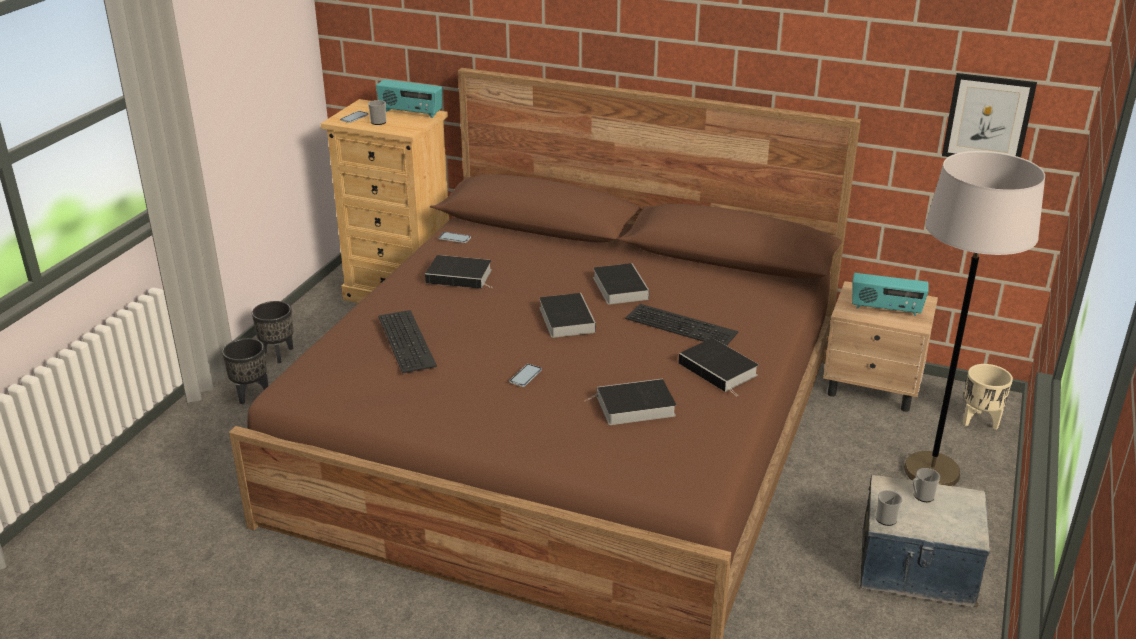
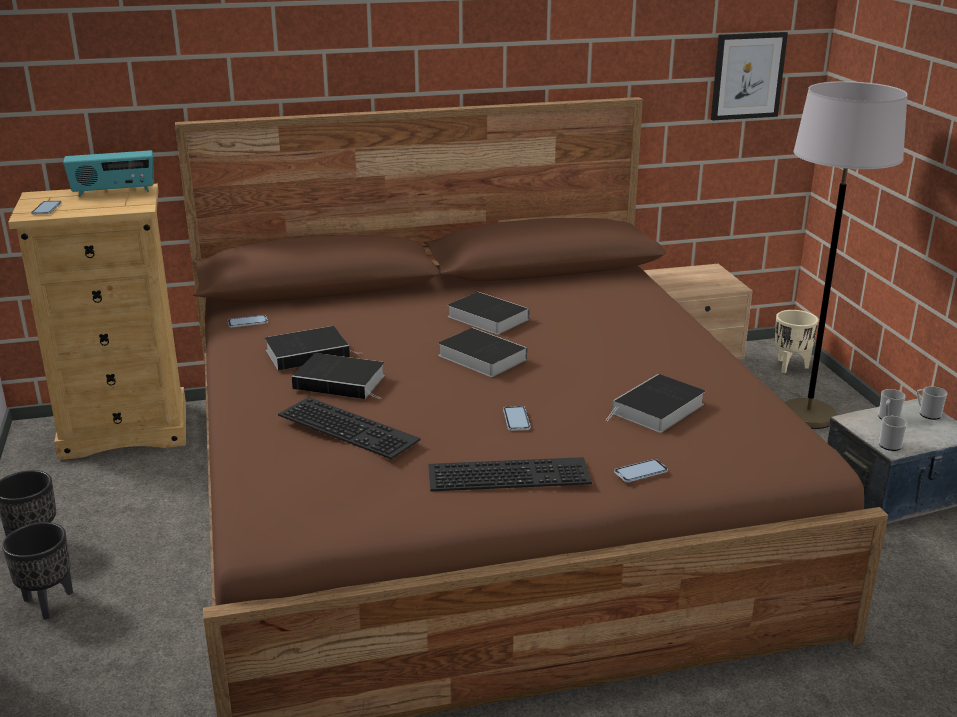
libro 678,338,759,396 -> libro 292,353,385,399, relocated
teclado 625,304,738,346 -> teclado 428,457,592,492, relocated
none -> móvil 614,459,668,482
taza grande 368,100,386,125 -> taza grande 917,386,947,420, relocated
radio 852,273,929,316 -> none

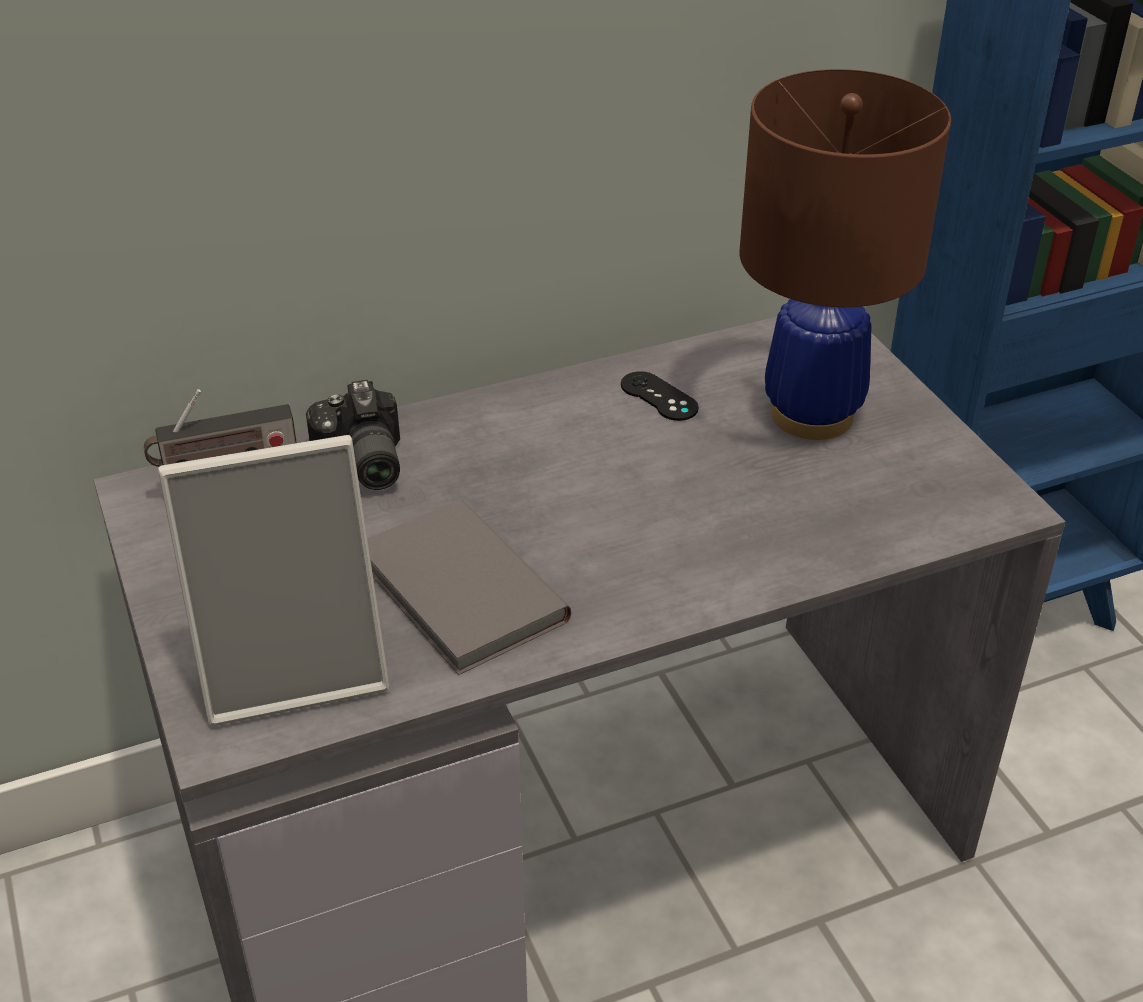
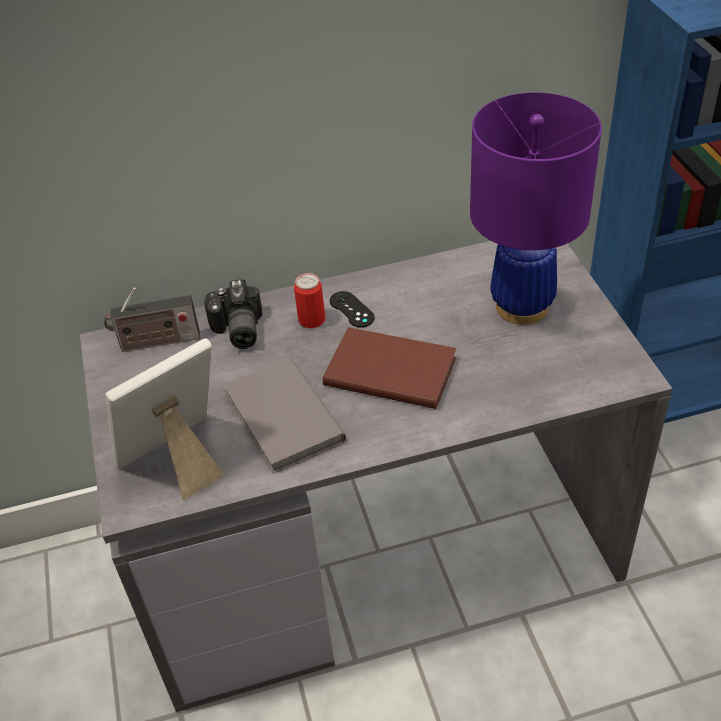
portarretratos 158,435,389,726 -> portarretratos 105,338,224,501, 150 degrees clockwise
none -> lata 294,273,325,328
none -> libro (marrón) 323,327,457,409
mando de consola (negro) 621,371,699,421 -> mando de consola (negro) 330,291,375,328, relocated
lámpara de mesa (marrón) 739,69,951,440 -> lámpara de mesa (morado) 470,92,602,325

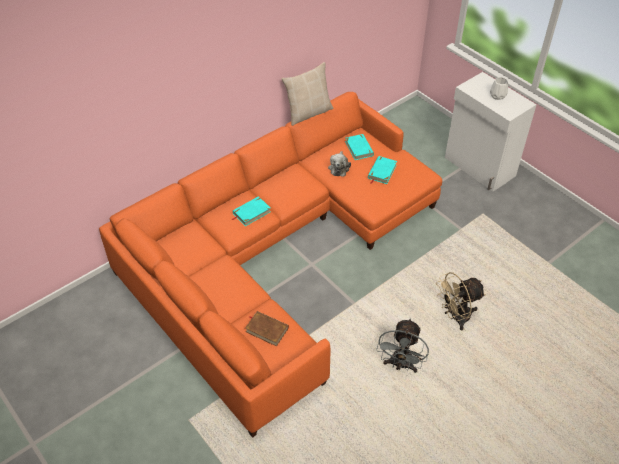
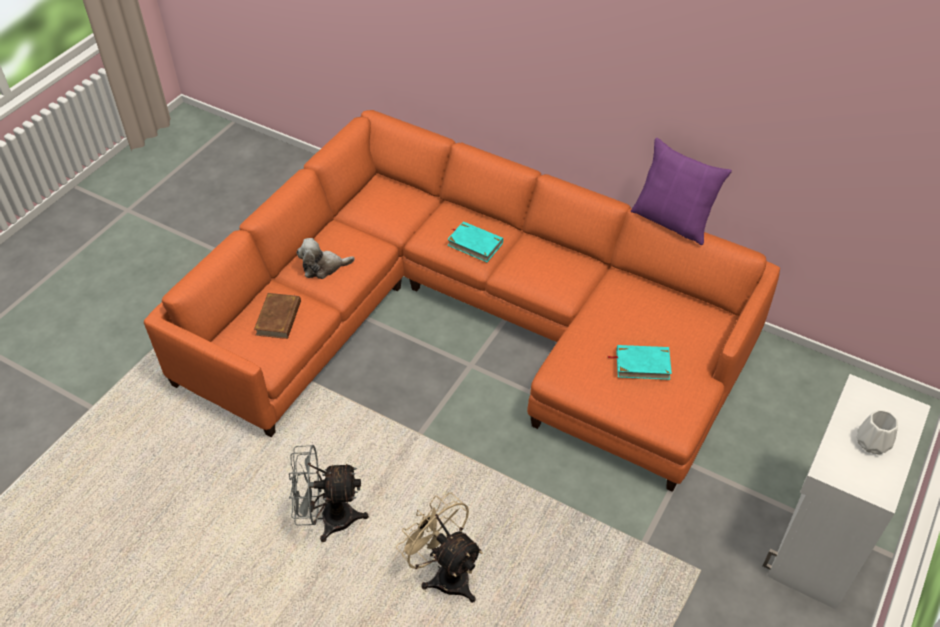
peluche 328,151,351,177 -> peluche 297,238,355,279, relocated
cojín (beis) 282,62,334,126 -> cojín (morado) 631,138,732,245
libro (turquesa) 345,134,374,160 -> none

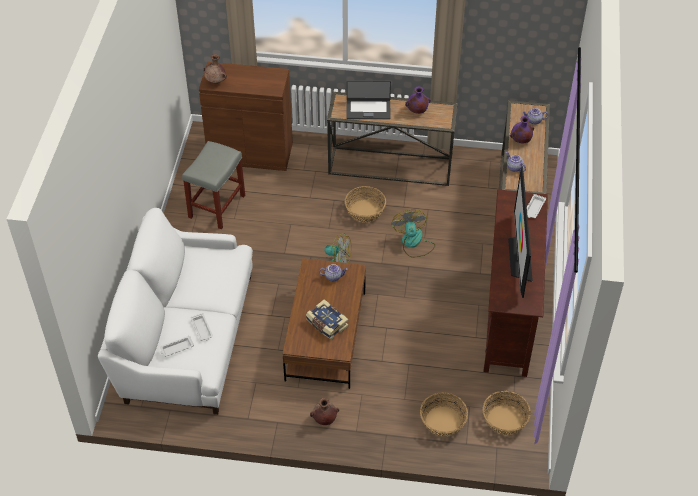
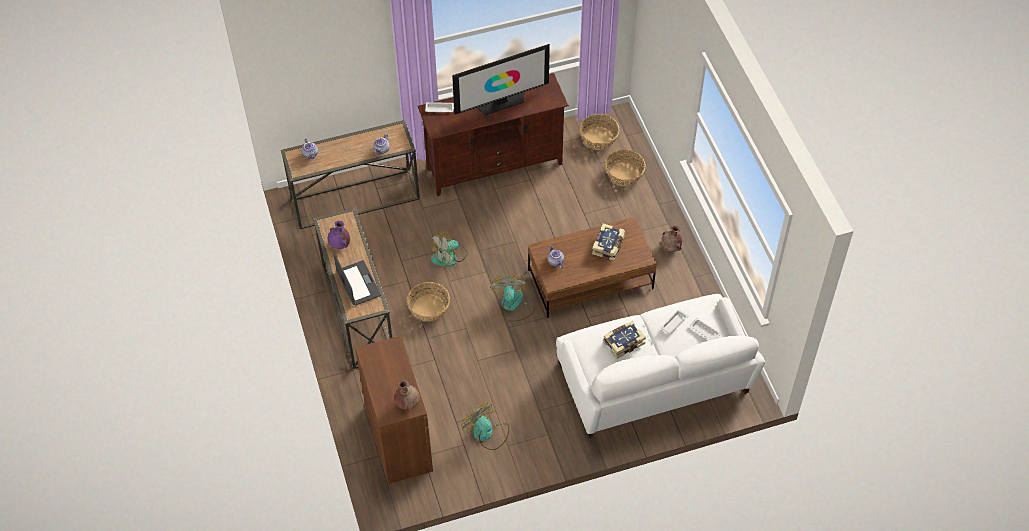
taburete (gris) 182,141,245,229 -> ventilador 461,402,509,450
none -> libro 603,321,646,359
florero (morado) 510,116,534,143 -> none

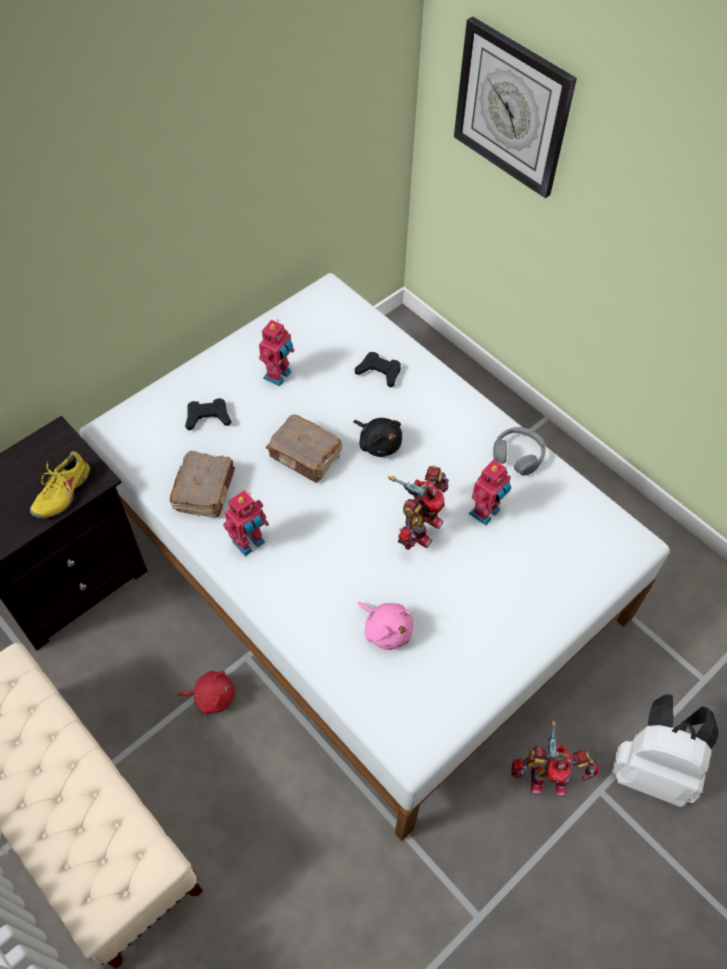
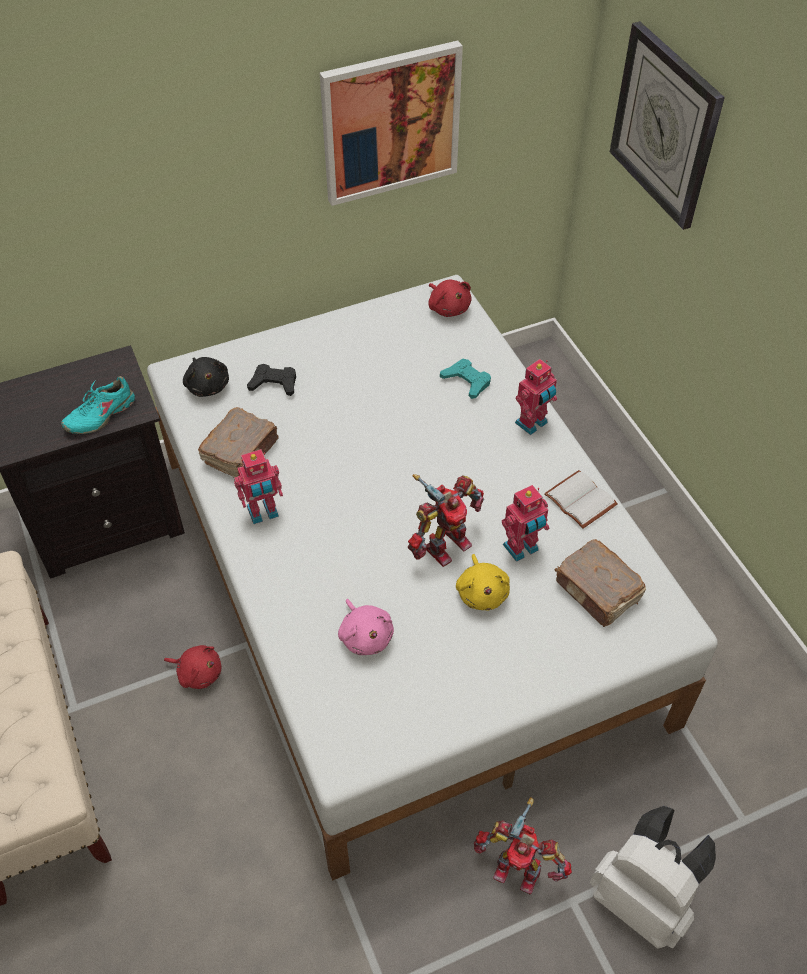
zapato (amarillo) 30,451,90,518 -> zapato (turquesa) 61,376,135,434
peluche (negro) 353,418,402,457 -> peluche (negro) 183,357,229,397, relocated
none -> cuadro 320,41,463,206
none -> peluche (rojo) 428,280,472,317
mando de consola (negro) 355,352,401,388 -> mando de consola (turquesa) 440,359,491,399
none -> peluche (amarillo) 456,554,510,610
robot de juguete 259,319,295,386 -> robot de juguete 515,359,557,435, relocated
auriculares (gris) 493,427,546,476 -> libro (blanco) 544,470,618,529
libro (marrón) 266,414,342,483 -> libro (marrón) 555,539,646,627, relocated

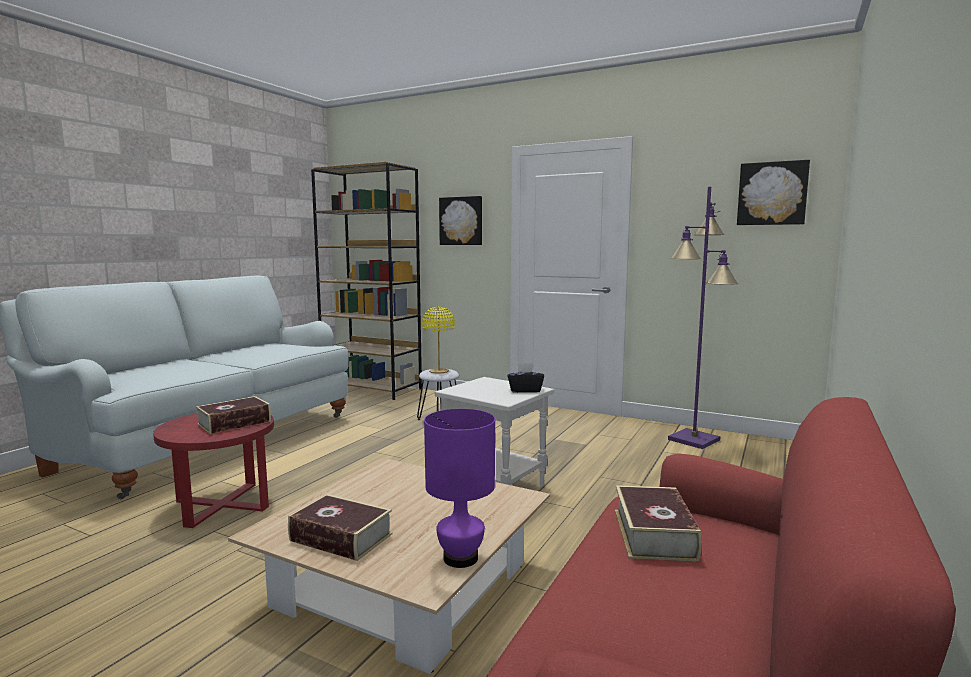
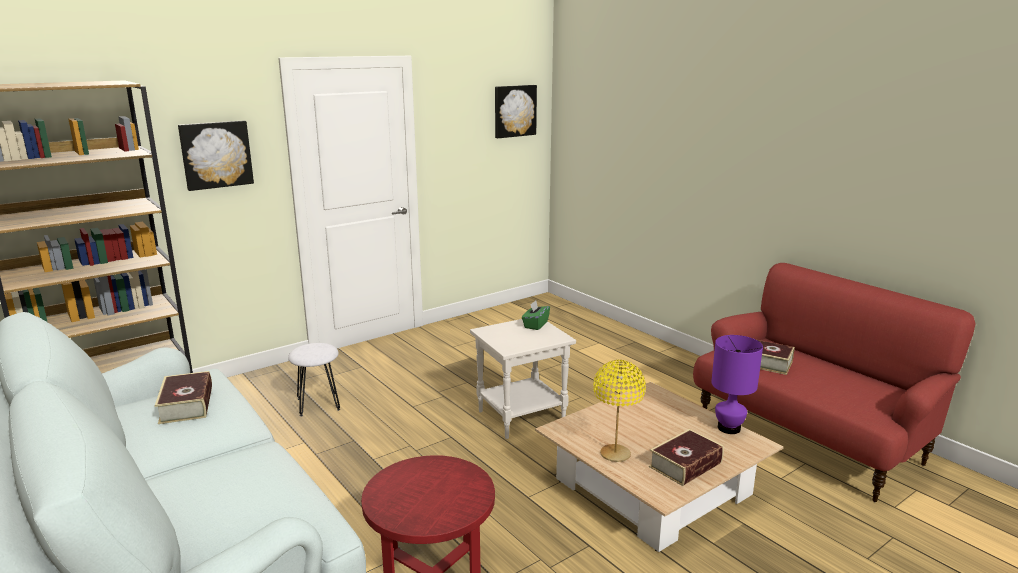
libro 196,396,271,434 -> libro 155,371,212,424, relocated
caja de pañuelos (negro) 507,363,544,393 -> caja de pañuelos (verde) 522,301,550,330
lámpara de mesa (amarillo) 422,306,455,374 -> lámpara de mesa (amarillo) 593,360,646,462, relocated
lámpara de pie (morado) 668,187,738,449 -> none

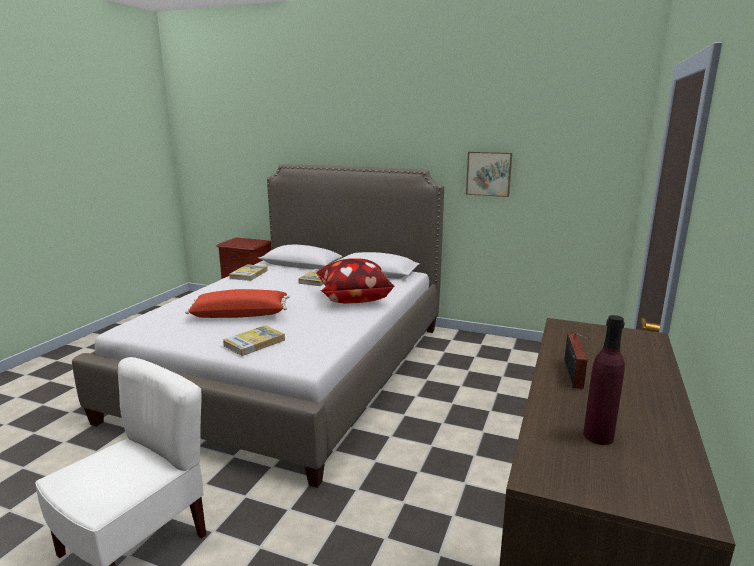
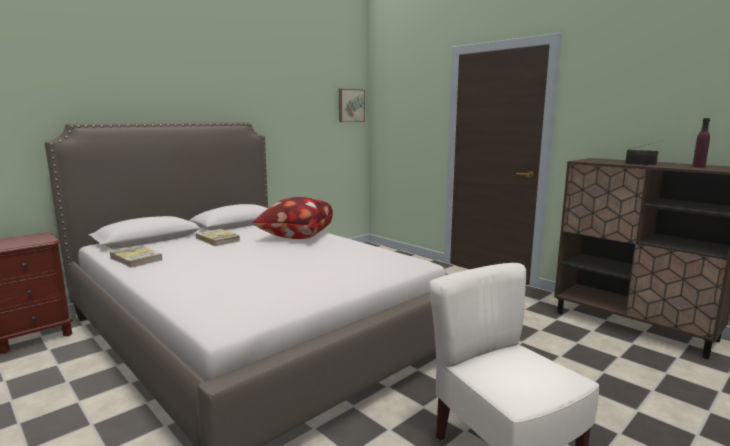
cuadro 466,151,512,197 -> cuadro 339,89,365,122, relocated
cojín (rojo) 185,289,290,318 -> none
libro 223,325,285,356 -> none

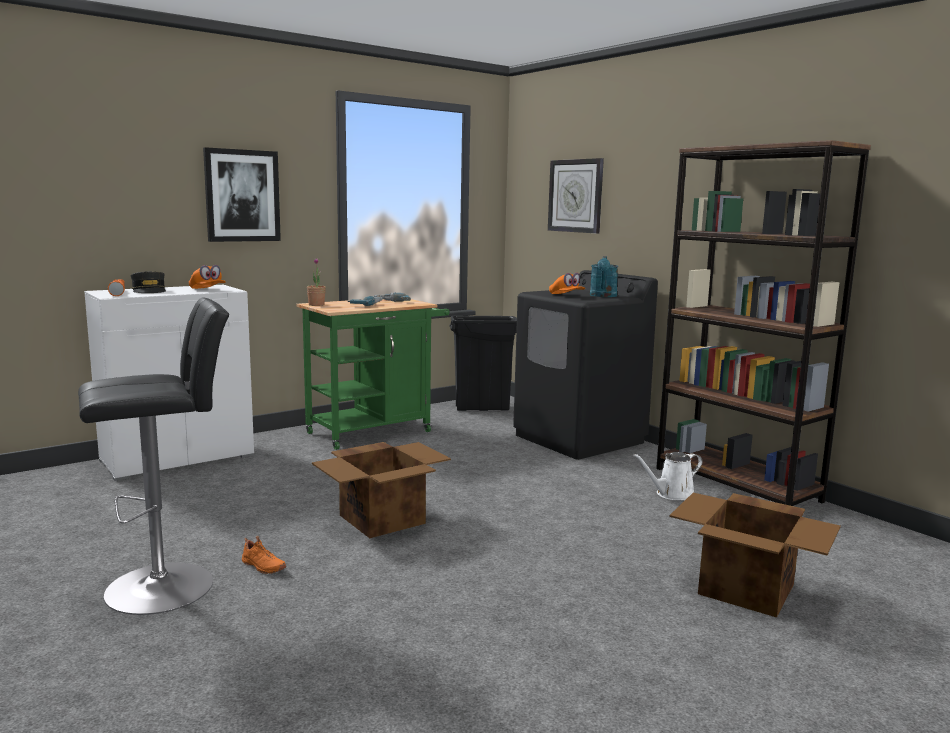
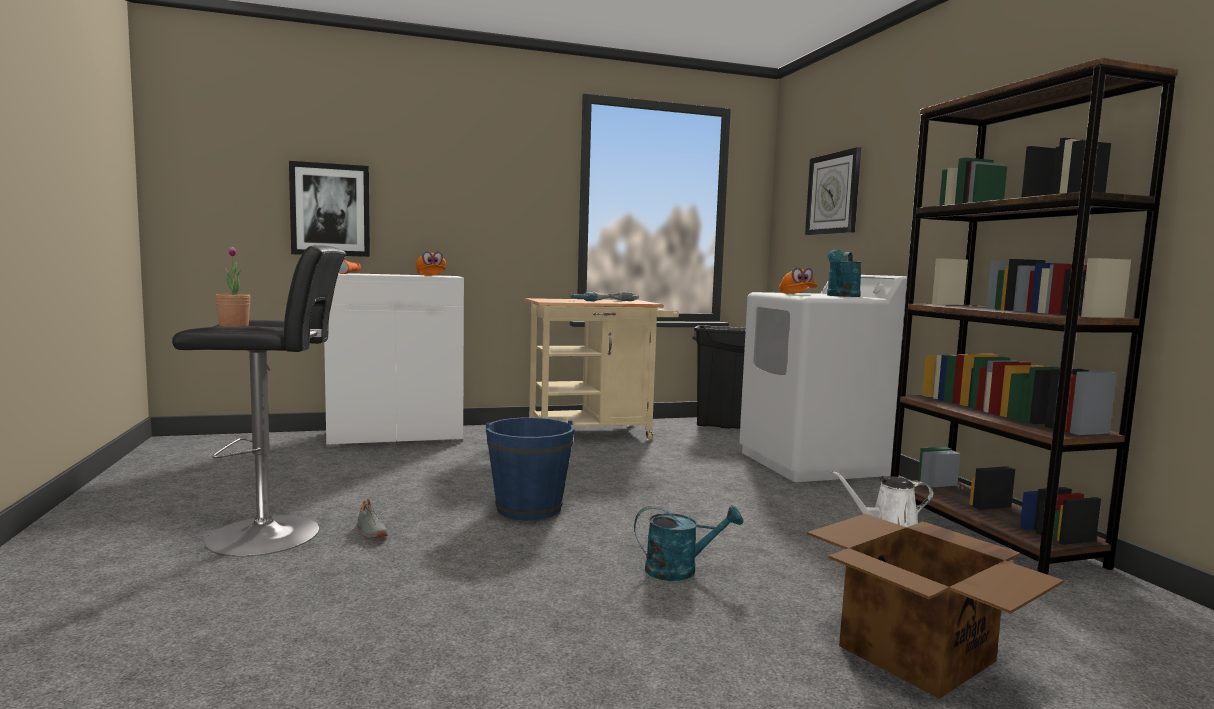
planta en maceta 307,258,326,306 -> planta en maceta 215,247,251,327, relocated
cuadro 203,147,281,242 -> cuadro 289,161,370,257, relocated
zapato (naranja) 242,536,286,574 -> zapato (gris) 357,498,388,539
caja de cartón 312,442,451,538 -> cubo (azul) 486,417,575,520
carrito (verde) 296,299,449,450 -> carrito (beis) 525,298,679,440
none -> regadera (turquesa) 634,505,743,581
lavadora (negro) 513,270,658,460 -> lavadora (blanco) 739,275,907,482
gorra (gris) 131,271,166,293 -> none

